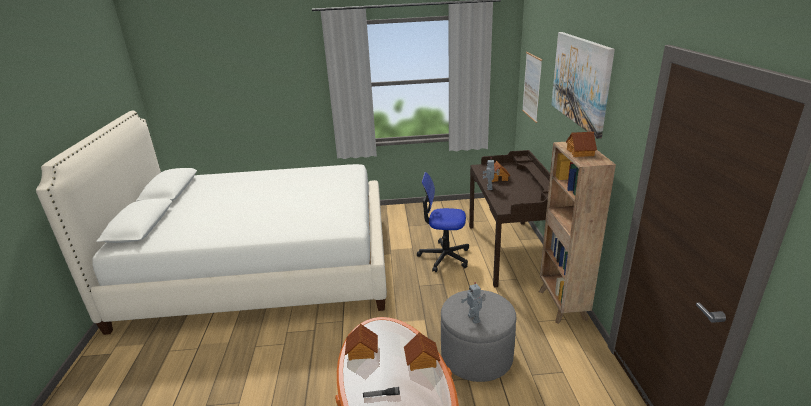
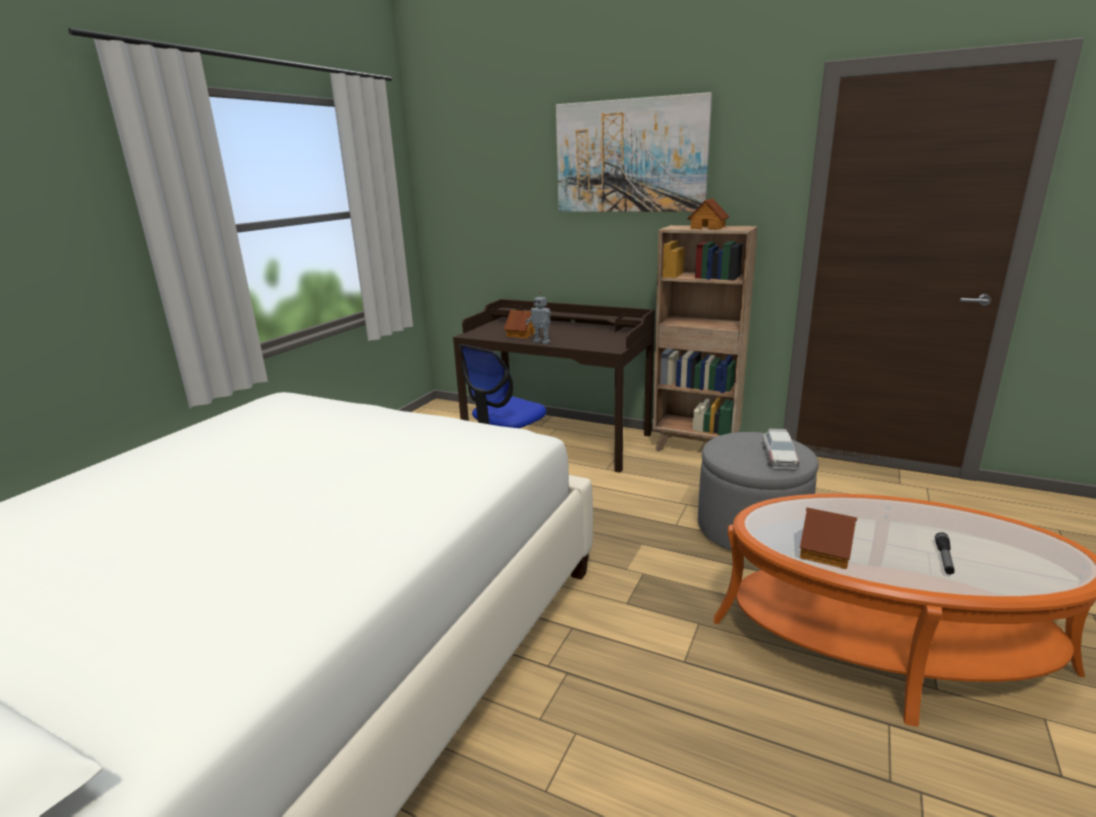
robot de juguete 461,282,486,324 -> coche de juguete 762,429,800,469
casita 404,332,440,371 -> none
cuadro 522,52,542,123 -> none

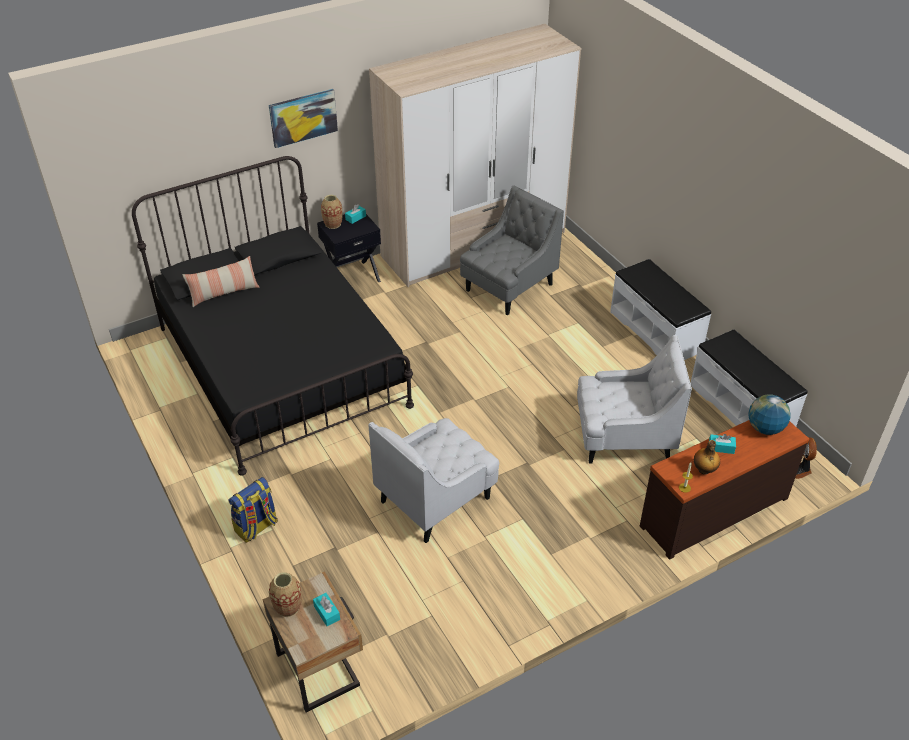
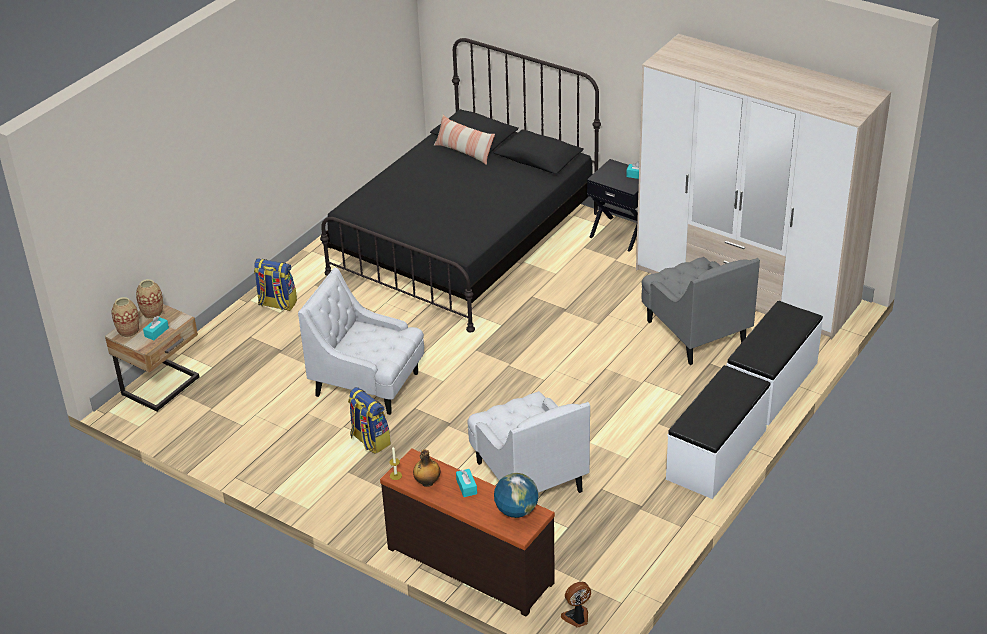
florero 321,195,343,229 -> florero 112,297,139,338, relocated
none -> mochila 348,387,391,454
sillón (gris) 460,185,564,315 -> sillón (gris) 642,257,760,365, 45 degrees clockwise
banco (blanco) 691,329,808,426 -> banco (blanco) 727,301,823,425, relocated
cuadro 269,89,338,148 -> none

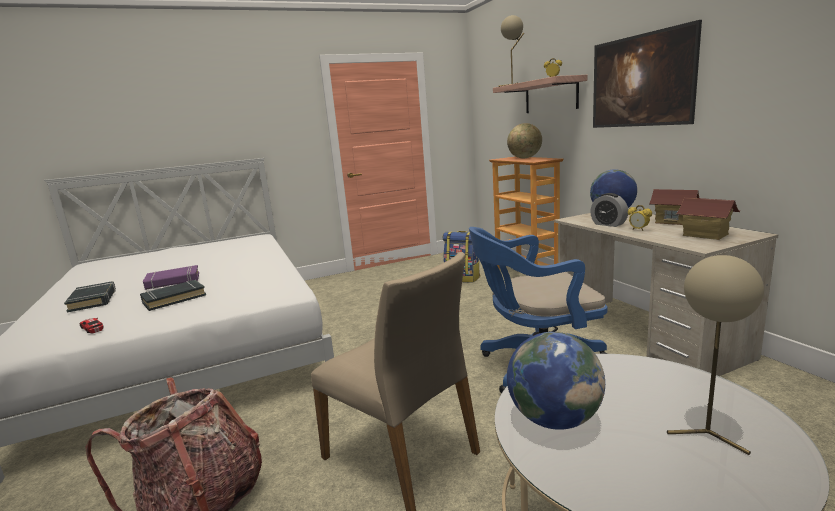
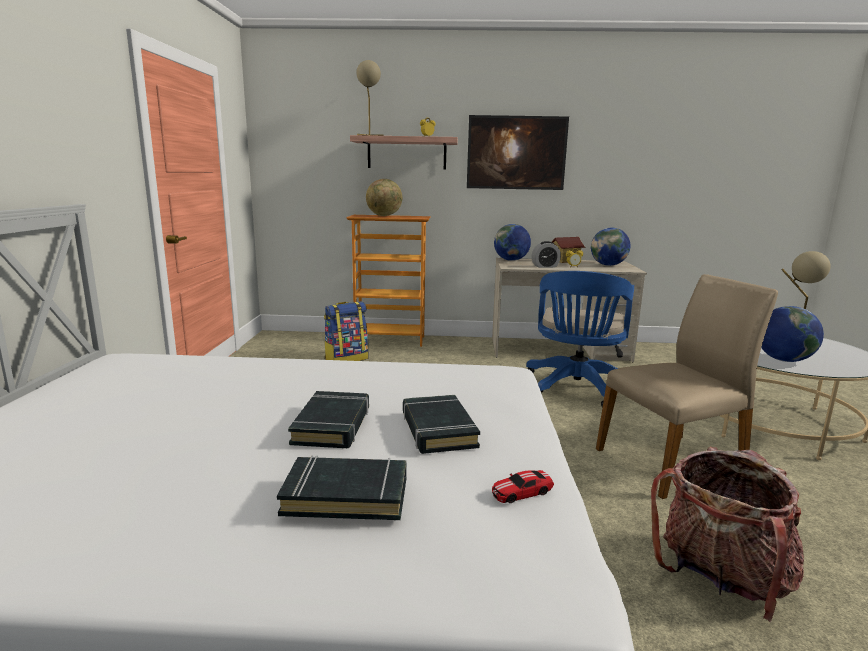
libro (morado) 143,265,199,290 -> libro (negro) 288,391,369,448
casita 676,197,740,240 -> globo terráqueo 591,228,630,266

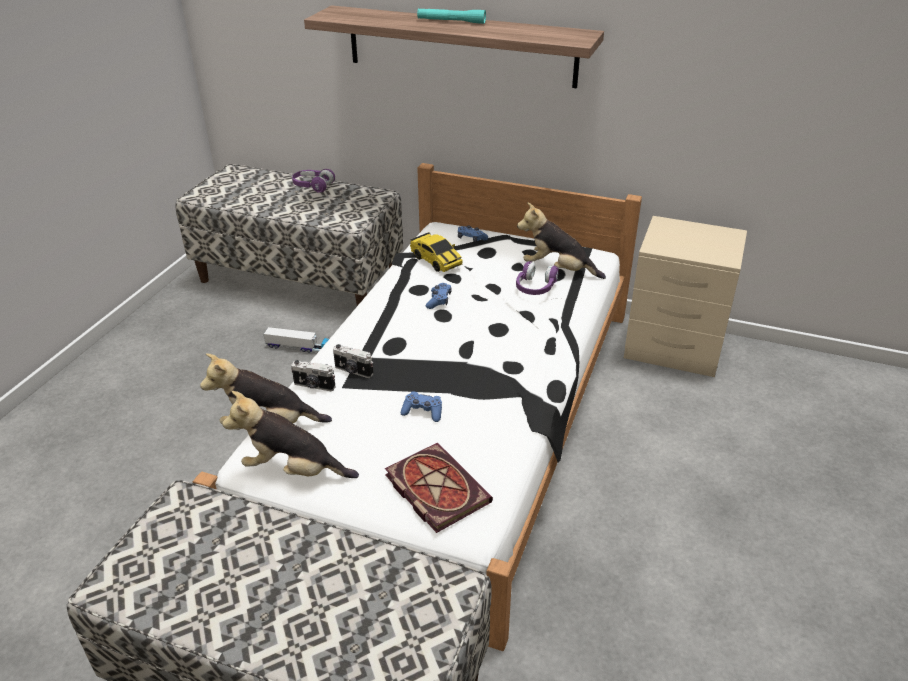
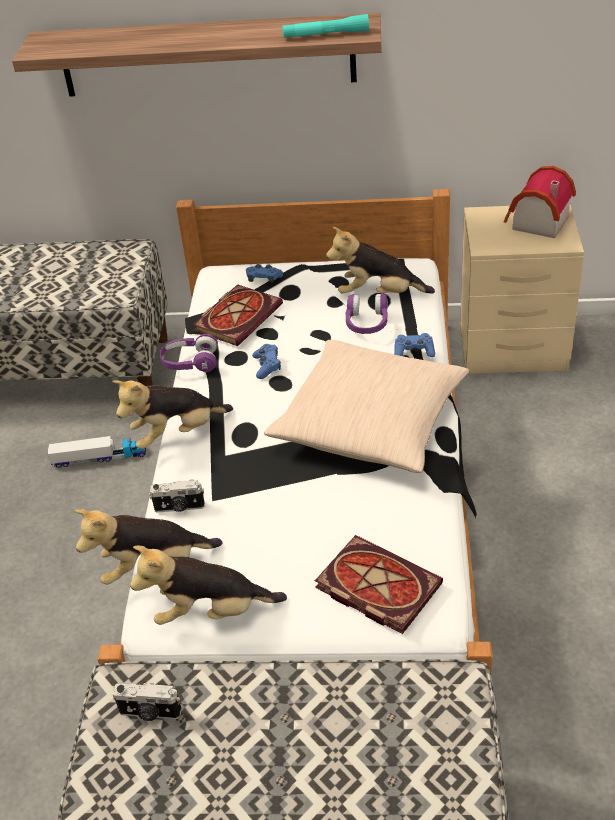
none -> peluche 112,380,233,449
cámara 333,344,374,378 -> cámara 113,683,182,721, relocated
auriculares (morado) 292,169,335,193 -> auriculares (morado) 160,334,218,372, relocated
coche de juguete 410,232,463,272 -> libro 192,284,283,346
none -> cojín (beis) 264,340,469,473
linterna (turquesa) 417,8,486,24 -> linterna (turquesa) 282,14,369,38, relocated
mando de consola (azul) 401,391,442,422 -> mando de consola (azul) 394,333,435,357, relocated
none -> casita 504,166,576,238

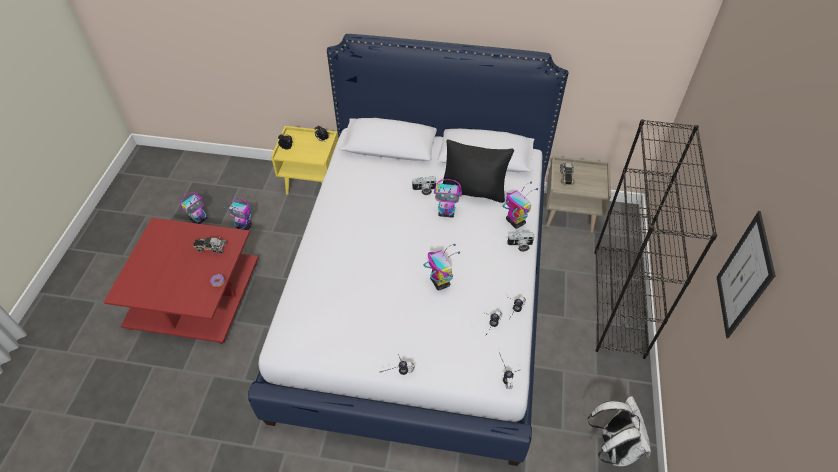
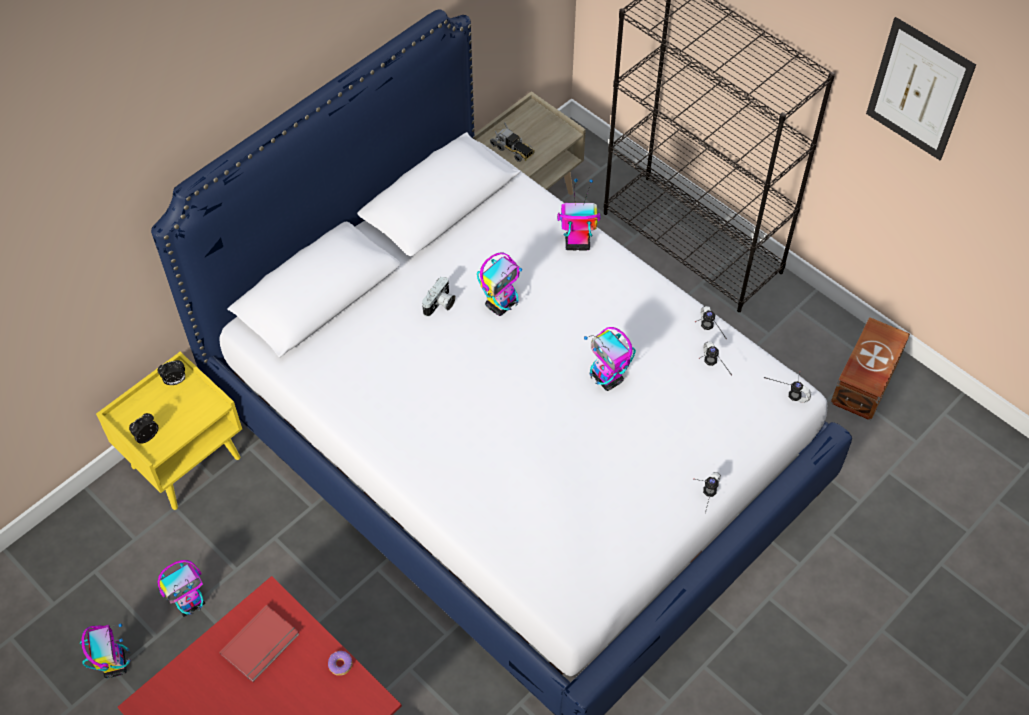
camión de juguete 193,236,227,254 -> libro (rojo) 219,605,300,682
robot de juguete 423,243,460,291 -> robot de juguete 584,327,636,391, 135 degrees counterclockwise
mochila (blanco) 588,396,651,466 -> caja de almacenaje (marrón) 831,317,910,421
cojín (negro) 443,140,514,203 -> none
cámara 507,232,534,252 -> none

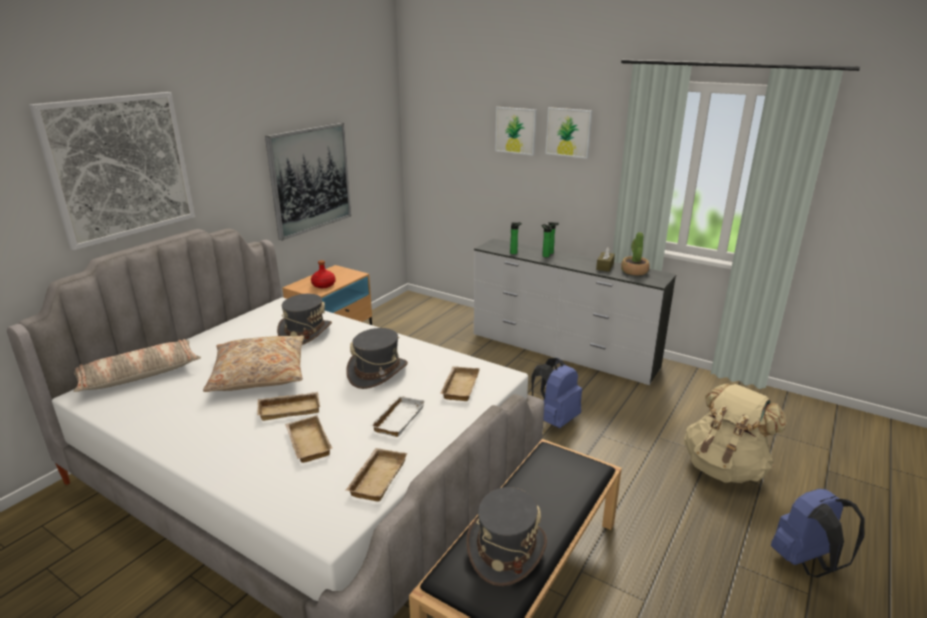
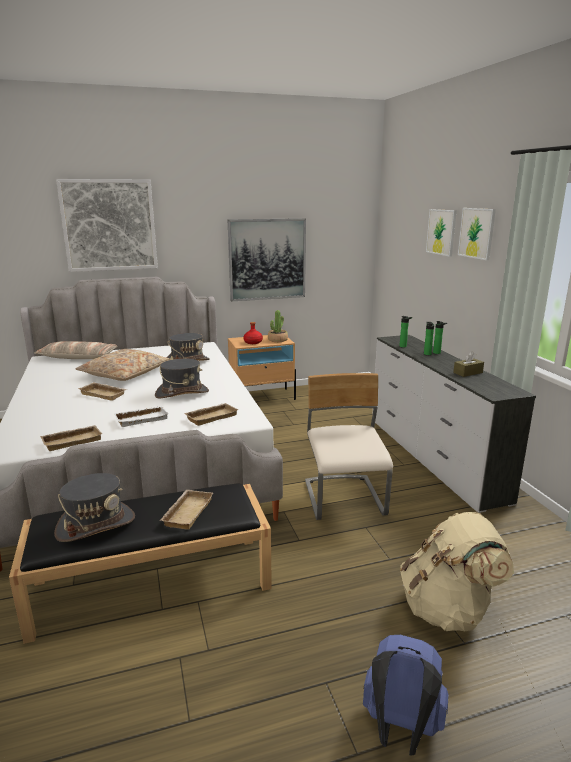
bandeja (beis) 285,415,332,463 -> bandeja (beis) 160,490,213,530, relocated
planta en maceta 621,232,650,275 -> planta en maceta 268,310,288,342, relocated
mochila (azul) 531,358,582,428 -> silla (beis) 305,373,393,520

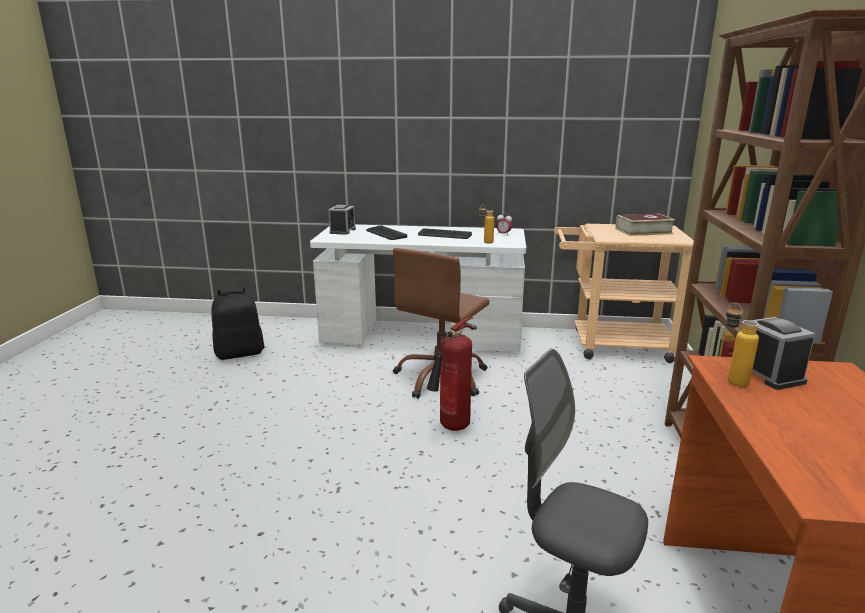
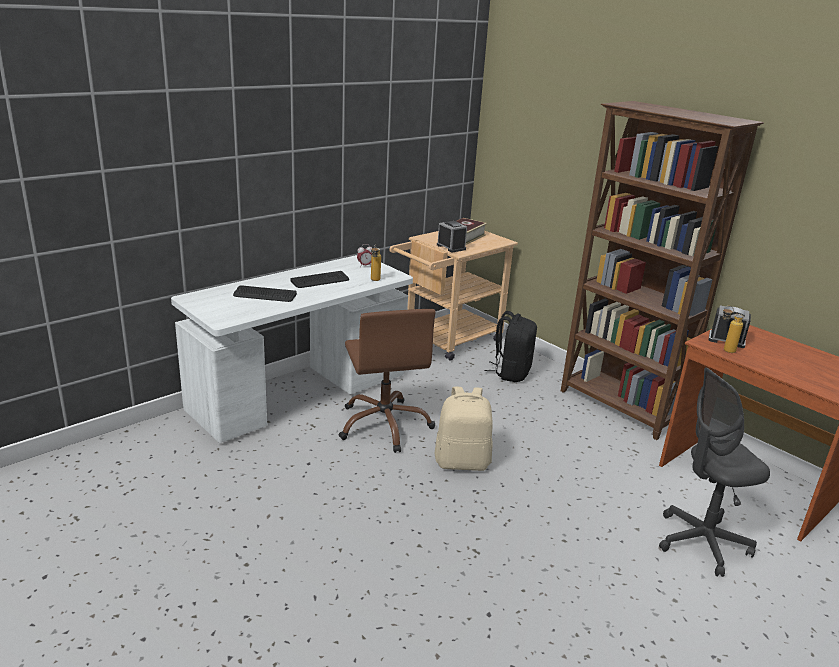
extintor 427,317,473,431 -> mochila (beis) 435,386,493,471
despertador 329,205,356,235 -> despertador 437,221,467,252, relocated
mochila (negro) 211,287,265,360 -> mochila (negro) 484,311,537,382, relocated

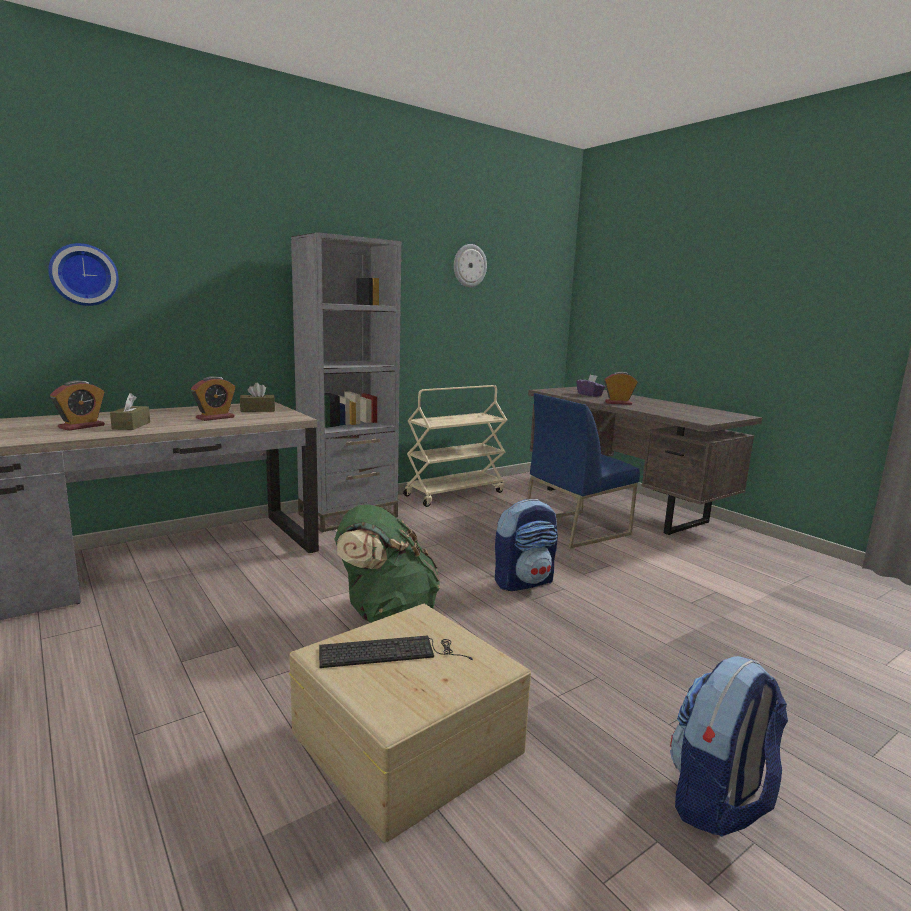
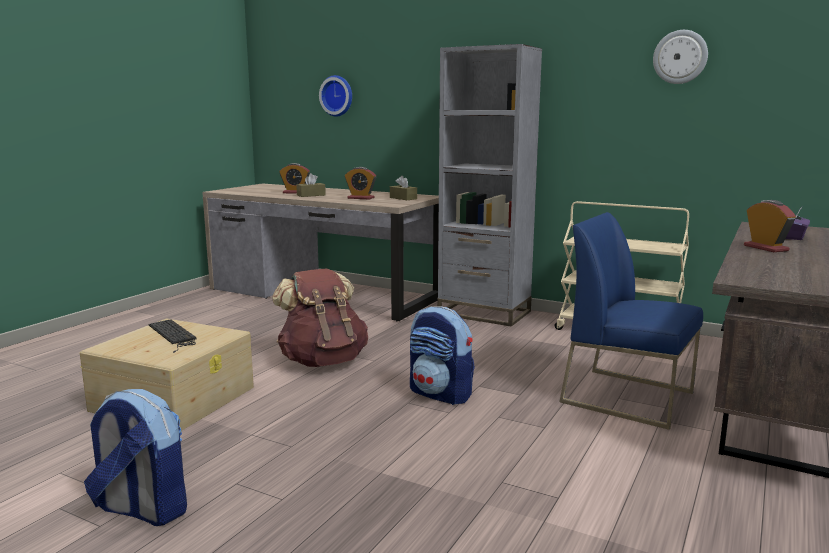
mochila (verde) 334,505,440,623 -> mochila (marrón) 272,268,368,367

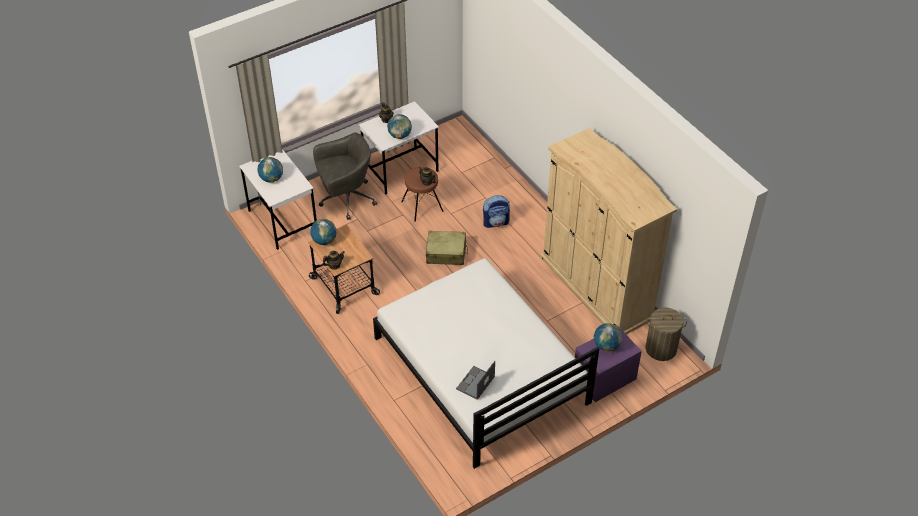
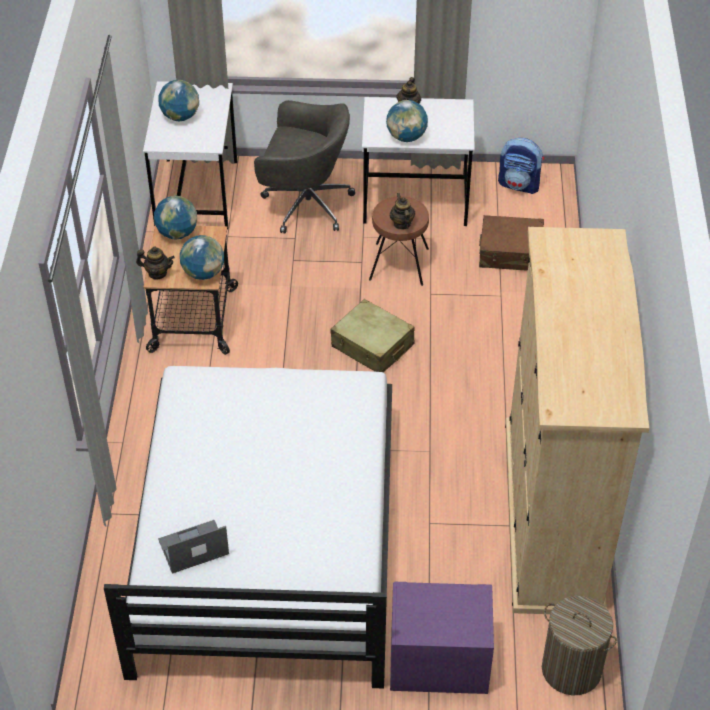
globo terráqueo 594,323,622,351 -> globo terráqueo 180,235,224,280, relocated
none -> maleta (marrón) 479,215,544,271
mochila 483,195,510,228 -> mochila 498,138,544,194, relocated

